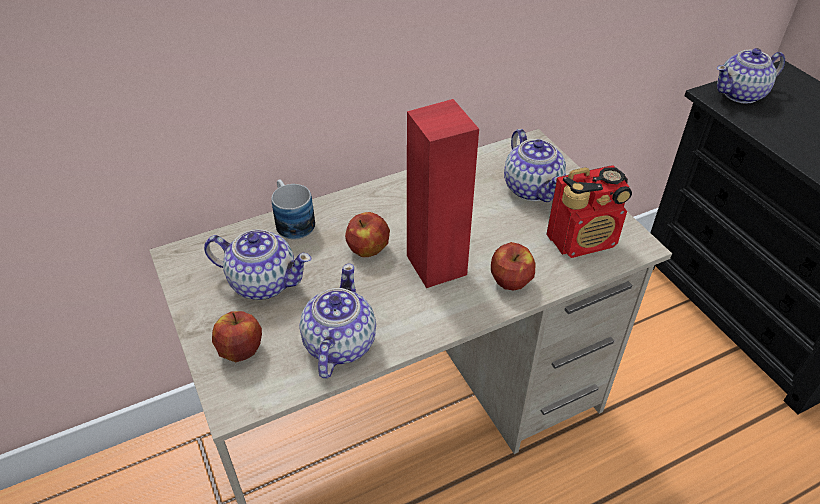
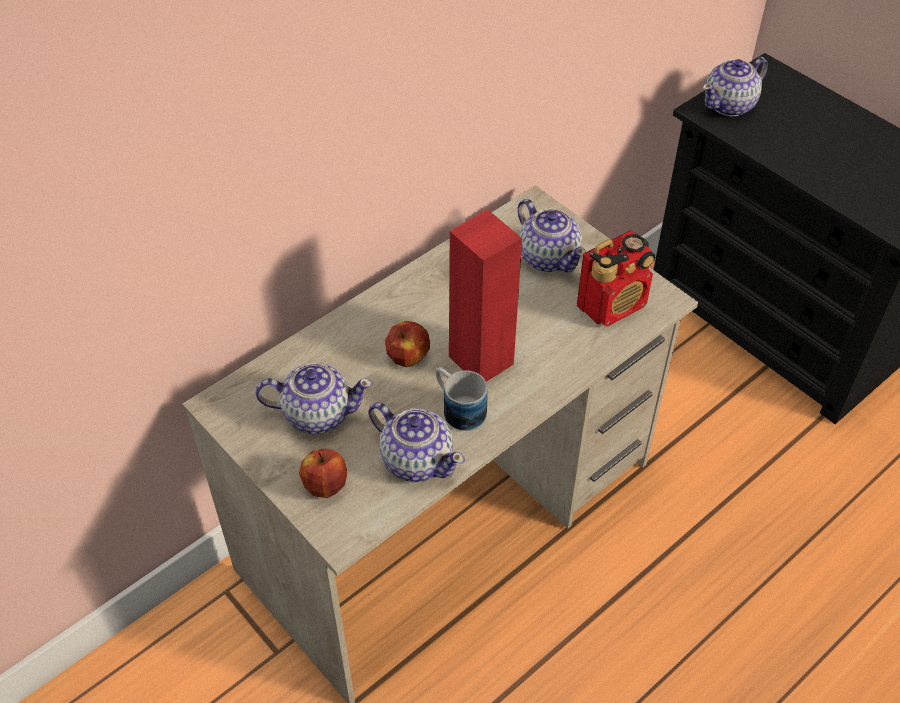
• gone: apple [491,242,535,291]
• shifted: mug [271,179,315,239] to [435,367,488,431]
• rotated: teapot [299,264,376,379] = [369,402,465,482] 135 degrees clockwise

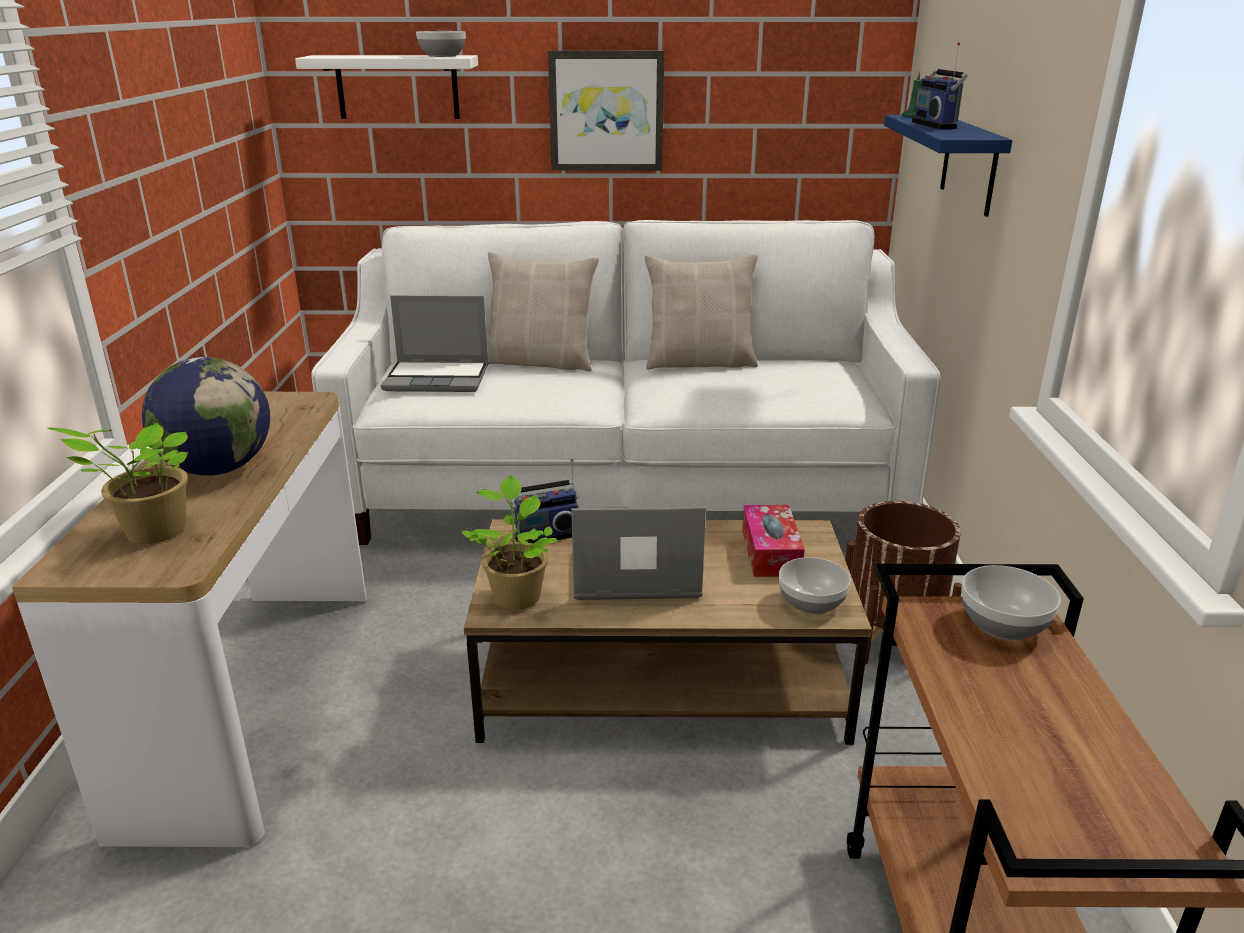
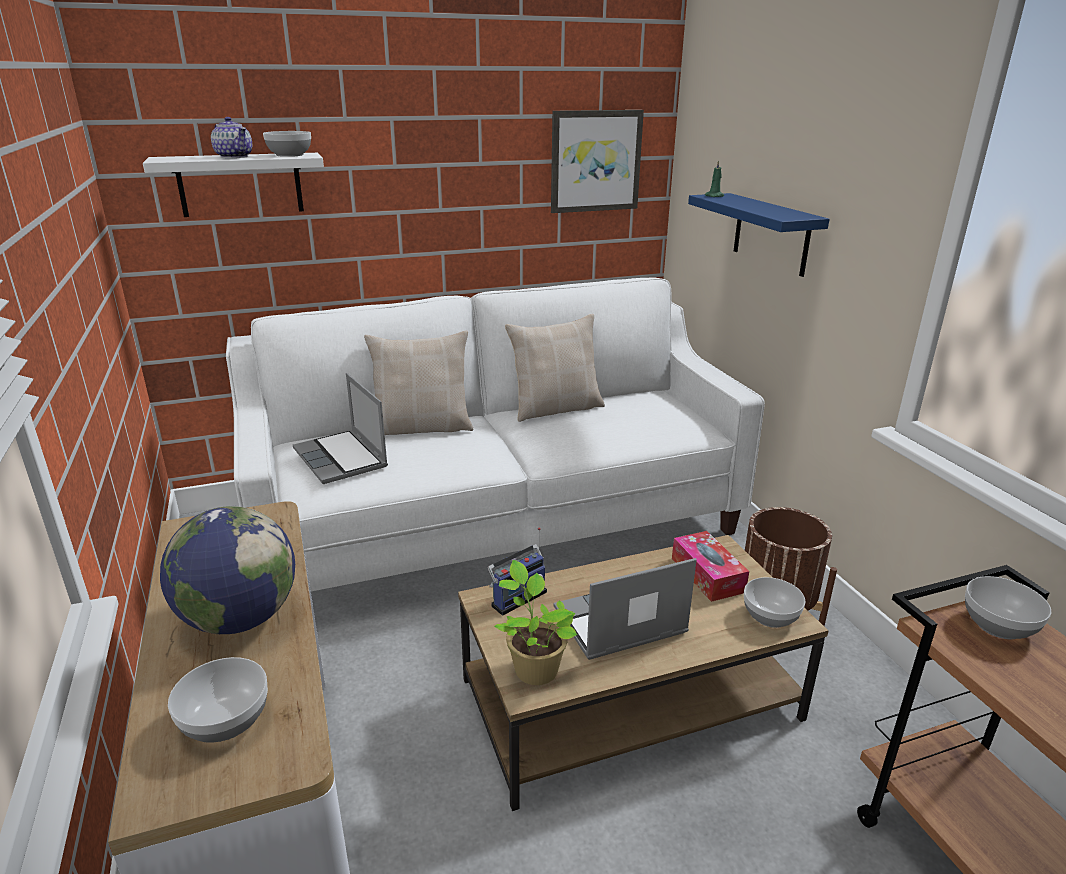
• gone: radio [912,42,968,129]
• new: teapot [211,117,252,158]
• shifted: picture [548,51,664,171] to [551,110,644,213]
• swapped: potted plant [48,423,188,544] to bowl [168,657,268,743]
• rotated: laptop [381,295,488,392] = [293,373,388,484] 75 degrees clockwise

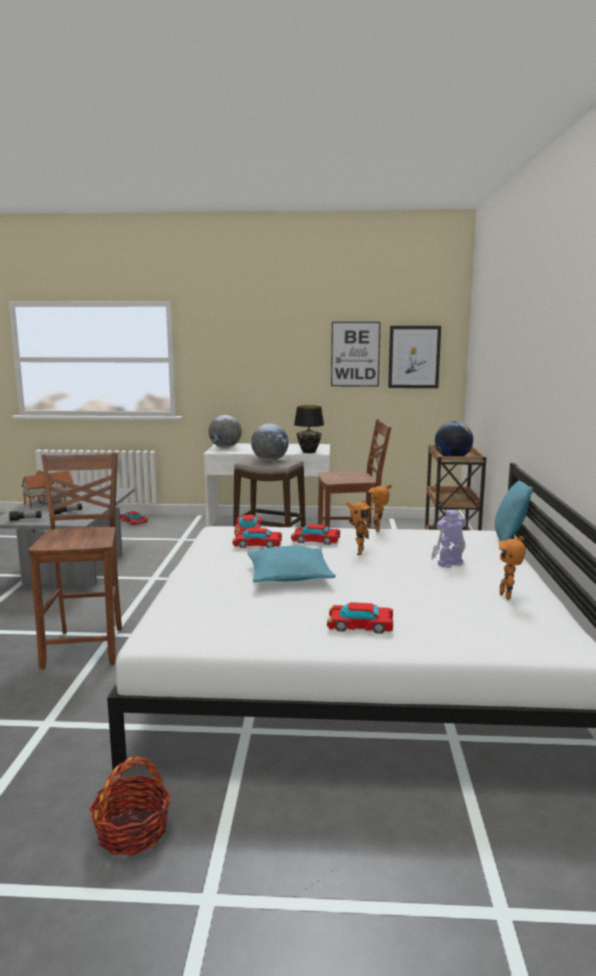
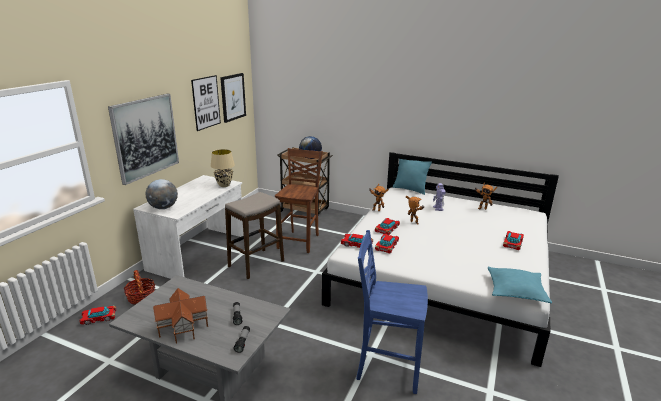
• gone: globe [251,424,289,461]
• new: picture [108,94,179,185]
• shifted: basket [89,756,171,855] to [124,270,155,304]
• shifted: turquoise pillow [247,546,336,582] to [488,267,552,303]
• repainted: brown chair [28,453,122,669] to blue chair [356,230,428,394]
• repainted: black table lamp [294,405,324,453] to beige table lamp [211,149,235,187]

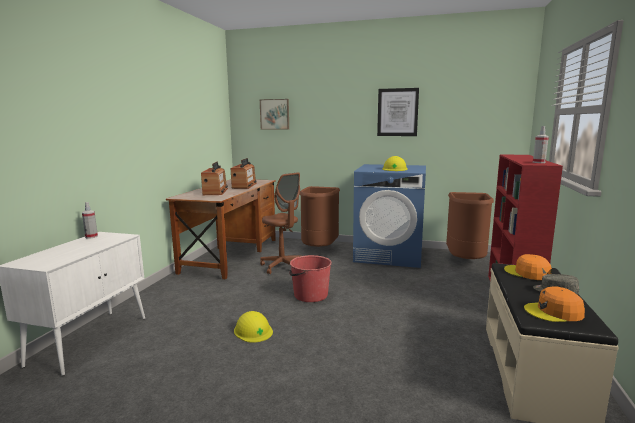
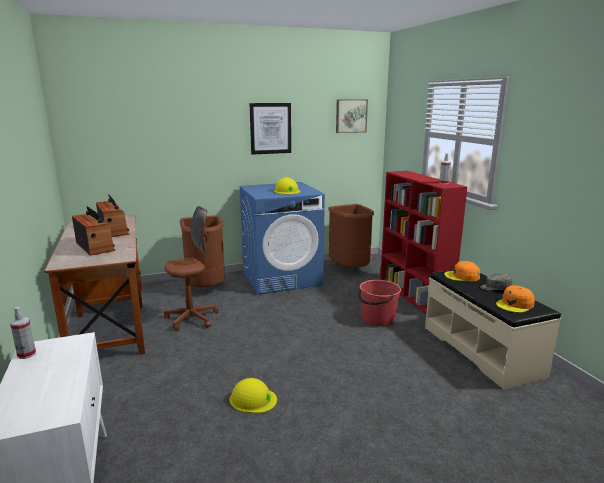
• shifted: picture [260,99,289,130] to [336,99,368,133]
• shifted: red bucket [289,255,332,302] to [358,280,401,326]
• rotated: brown office chair [260,172,302,274] = [164,206,219,331] 45 degrees counterclockwise

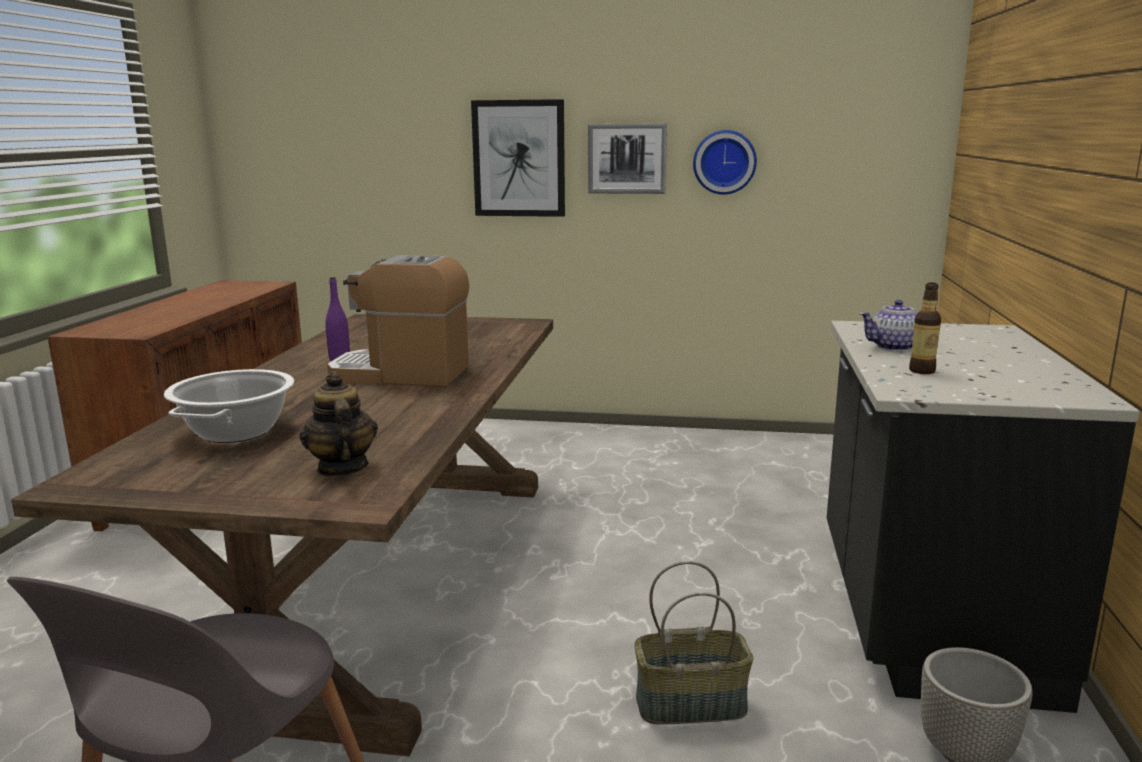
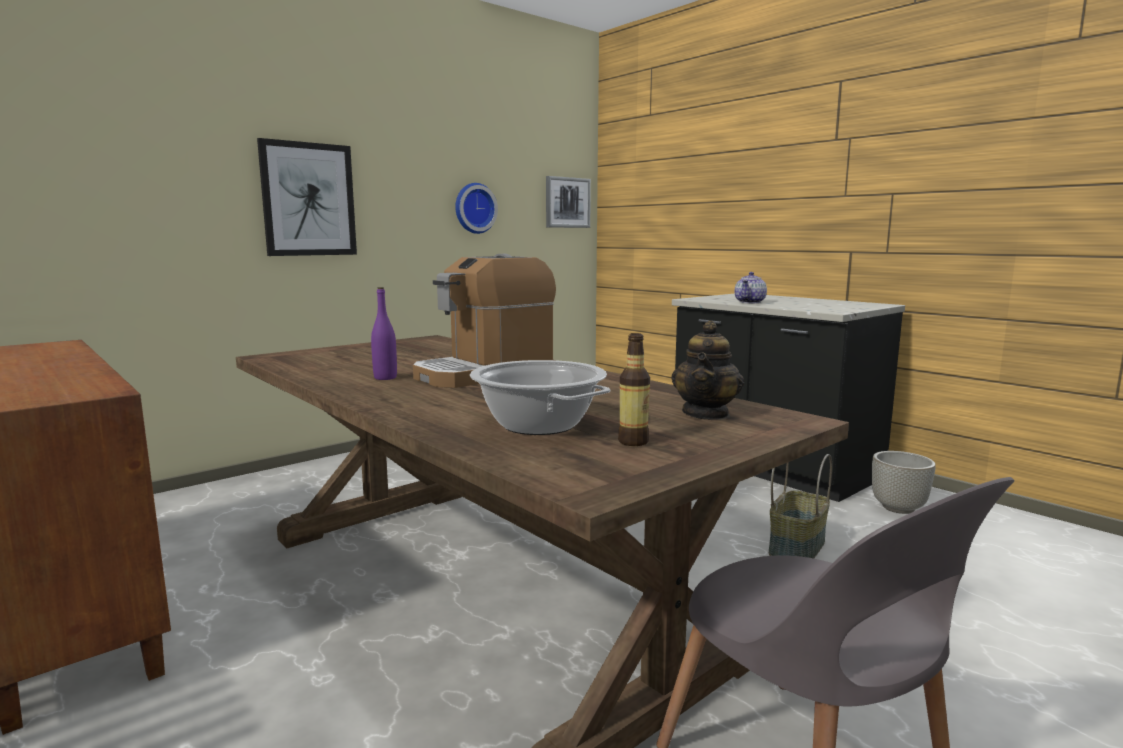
• shifted: picture [588,123,667,194] to [546,176,591,228]
• shifted: bottle [909,282,941,374] to [618,333,650,446]
• rotated: teapot [300,371,378,477] = [671,320,744,420] 90 degrees counterclockwise

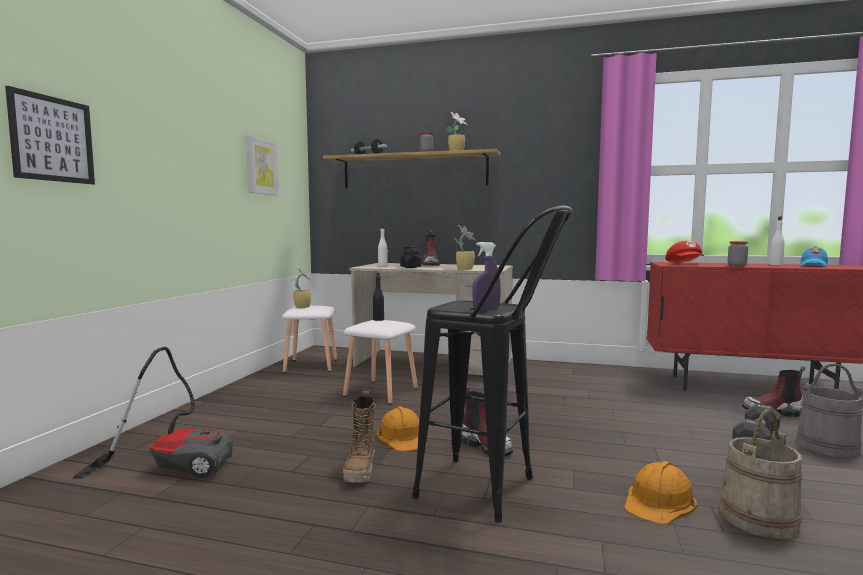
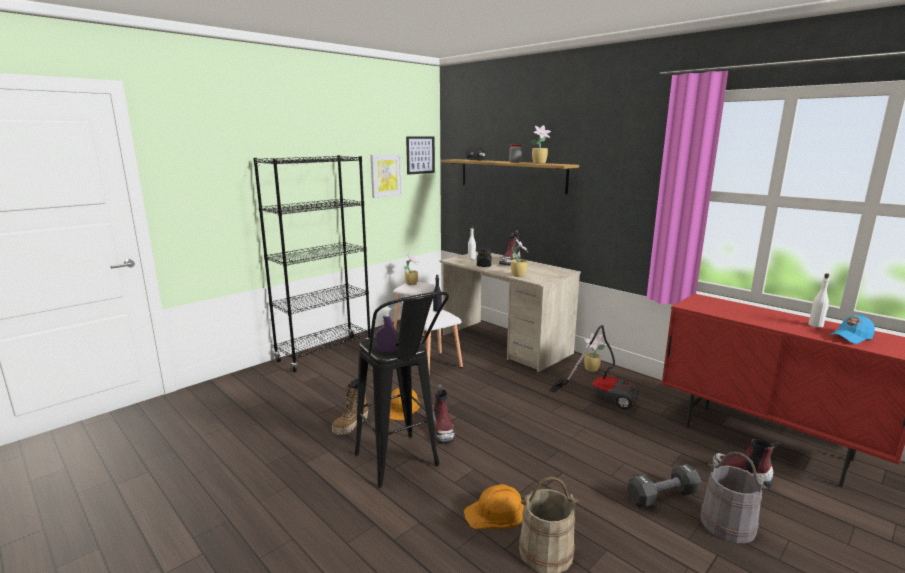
• gone: red cap [665,241,704,263]
• gone: jar [728,241,748,267]
• new: black bookcase [253,155,371,372]
• new: potted plant [584,333,605,372]
• shifted: picture [5,86,95,184] to [406,136,435,175]
• shifted: vacuum cleaner [73,347,233,479] to [550,325,639,410]

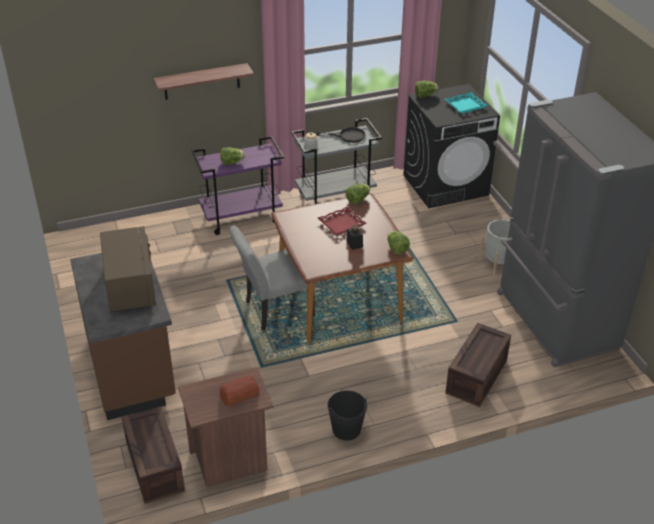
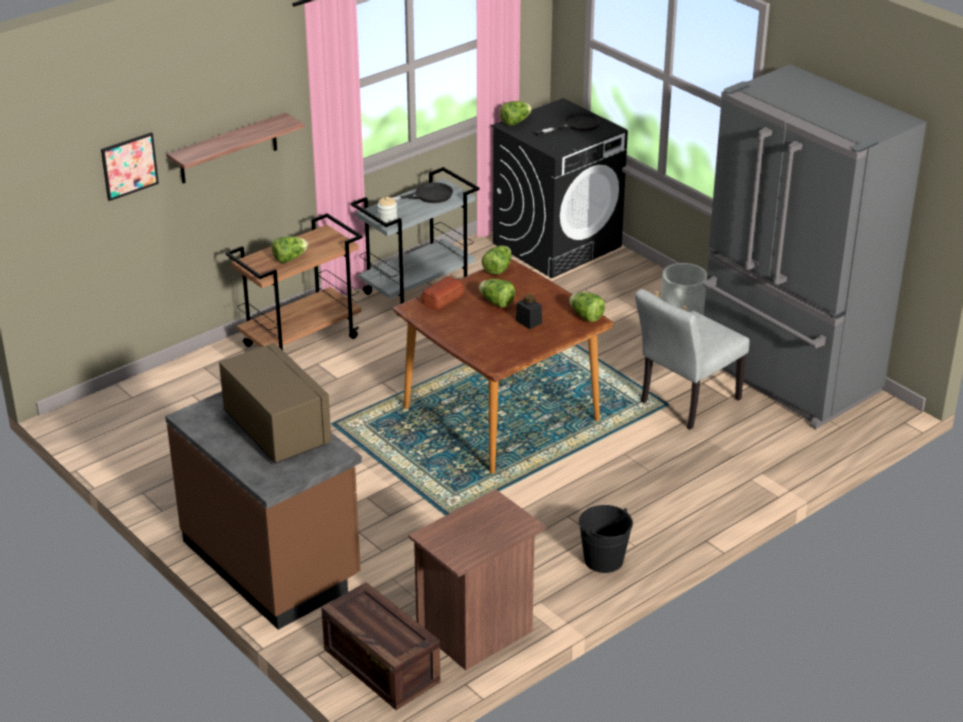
• gone: crate [445,323,511,407]
• new: picture [101,132,159,201]
• shifted: bread [220,375,259,406] to [421,276,464,310]
• shifted: grey chair [229,225,316,331] to [635,289,749,430]
• swapped: red tray [318,207,366,236] to lettuce [479,279,515,308]
• swapped: turquoise tray [445,92,488,114] to black frying pan [535,112,601,136]
• repainted: purple cart [191,136,284,235] to brown cart [225,213,362,350]

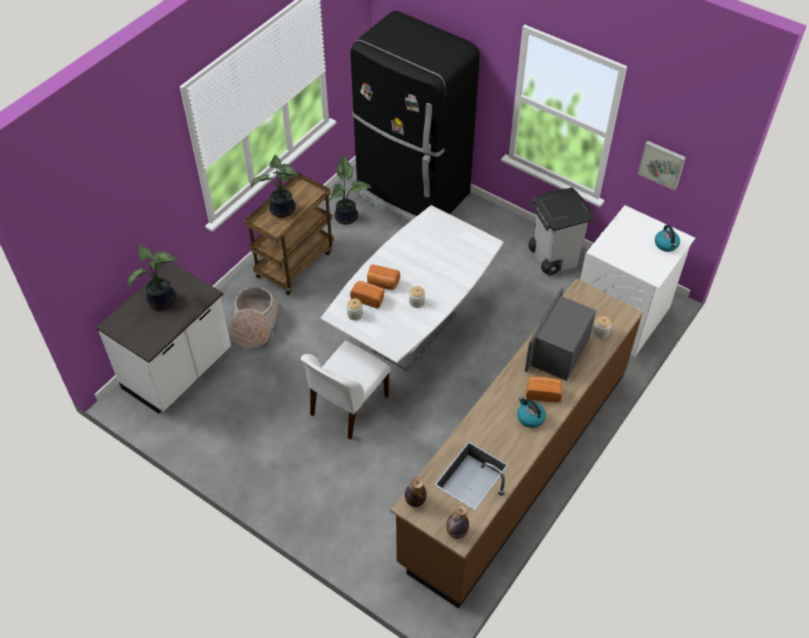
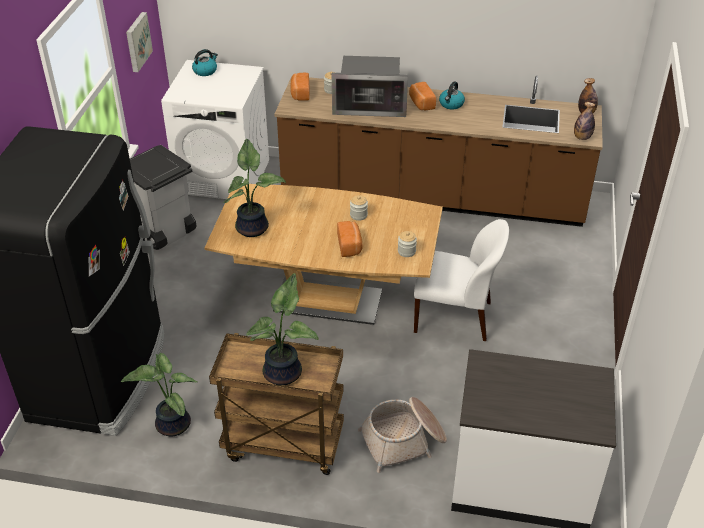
• shifted: potted plant [128,245,179,309] to [224,139,286,237]
• shifted: bread [350,281,384,309] to [290,73,310,101]
• repainted: white dining table [321,205,504,371] to brown dining table [204,184,443,325]

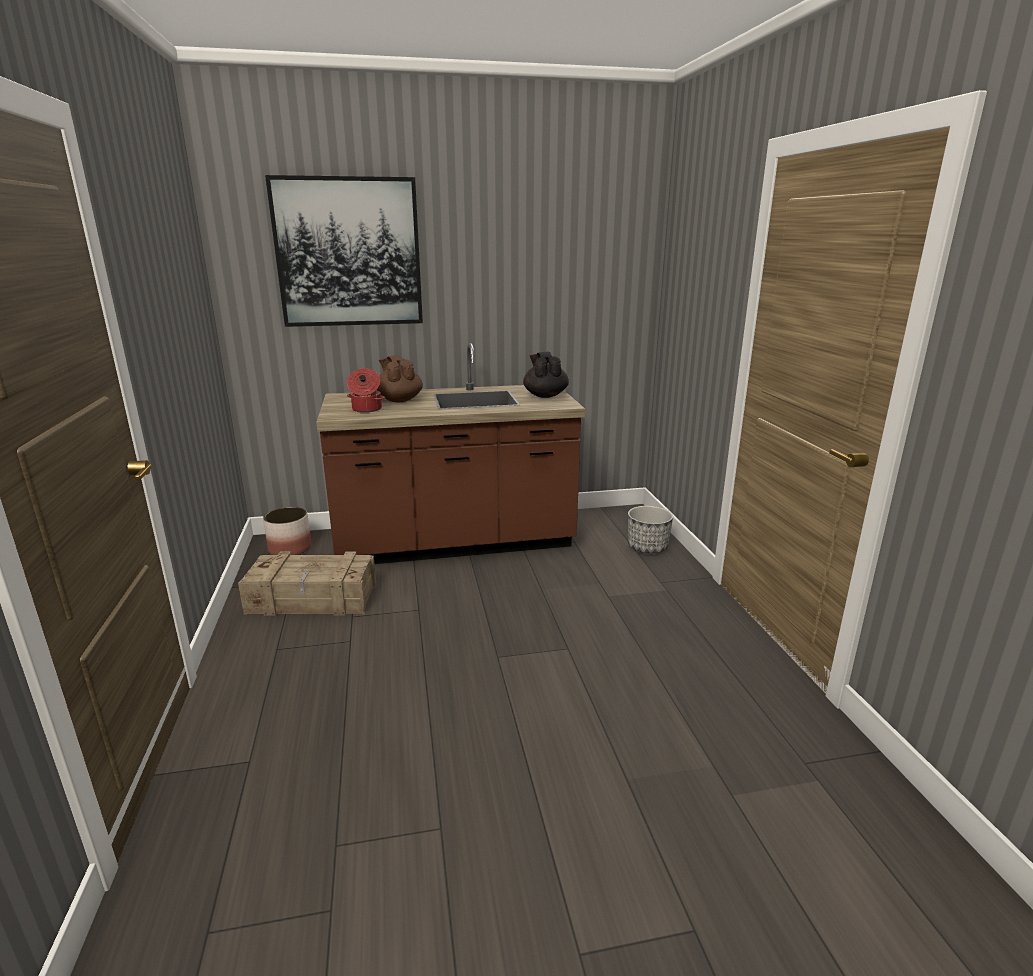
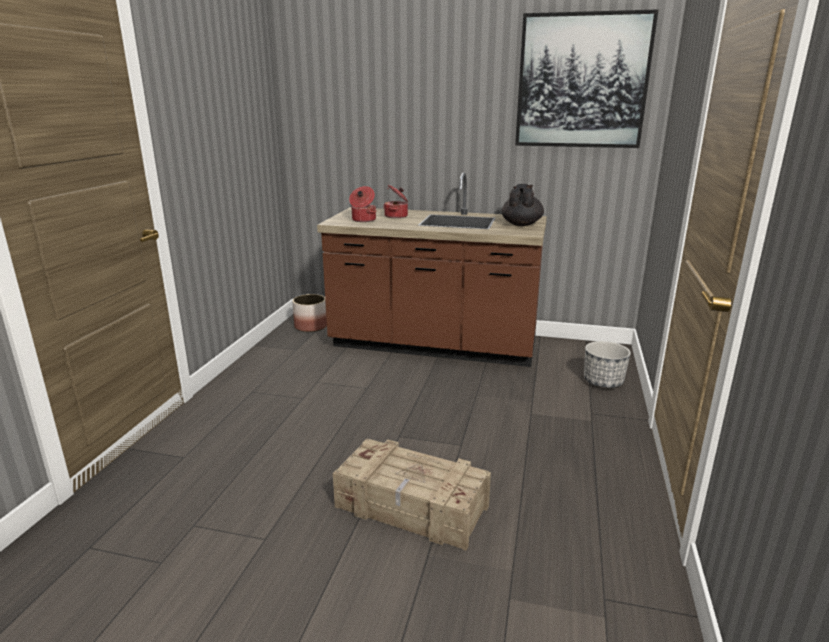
• shifted: crate [238,551,376,615] to [333,439,491,551]
• shifted: picture [265,175,423,327] to [515,9,659,148]
• swapped: brown teapot [376,355,423,403] to cooking pot [383,185,408,218]

